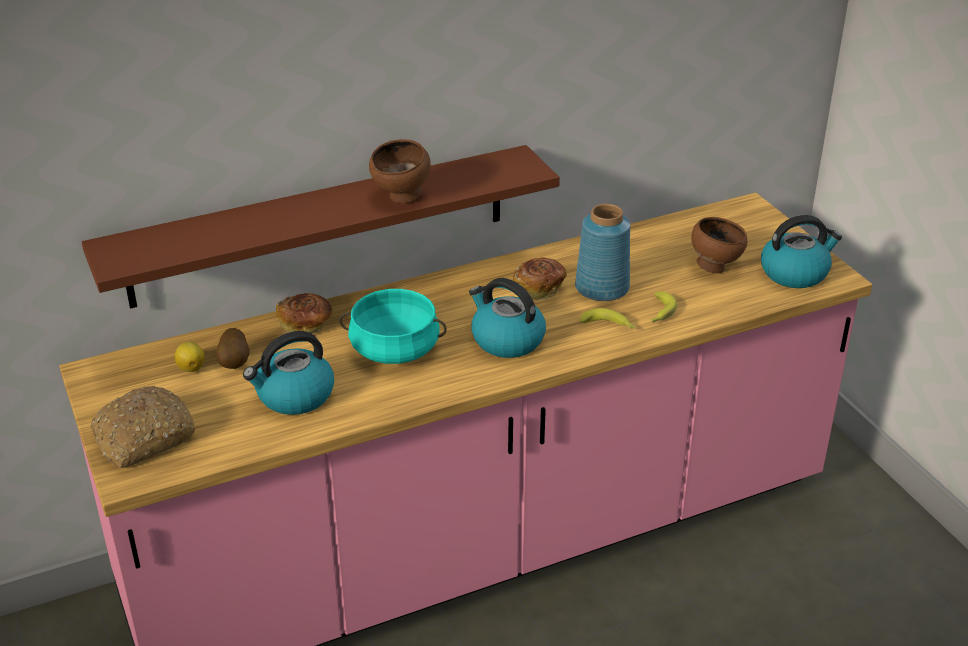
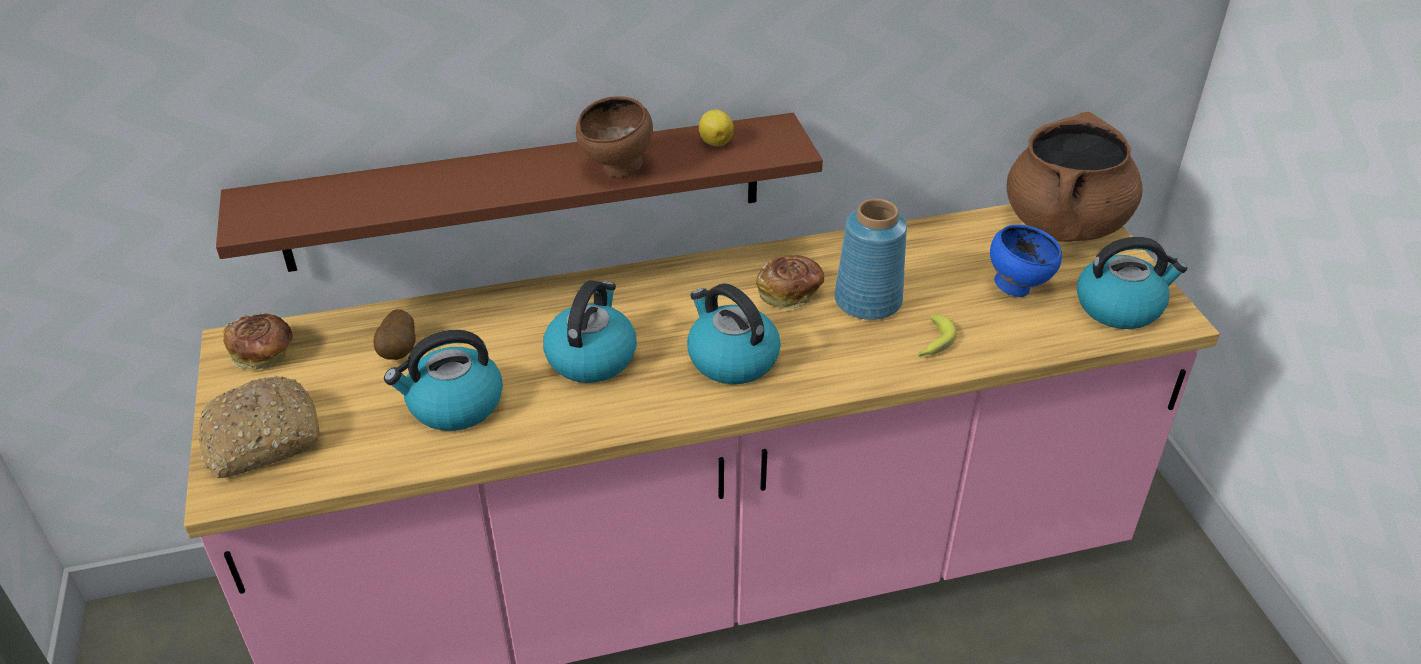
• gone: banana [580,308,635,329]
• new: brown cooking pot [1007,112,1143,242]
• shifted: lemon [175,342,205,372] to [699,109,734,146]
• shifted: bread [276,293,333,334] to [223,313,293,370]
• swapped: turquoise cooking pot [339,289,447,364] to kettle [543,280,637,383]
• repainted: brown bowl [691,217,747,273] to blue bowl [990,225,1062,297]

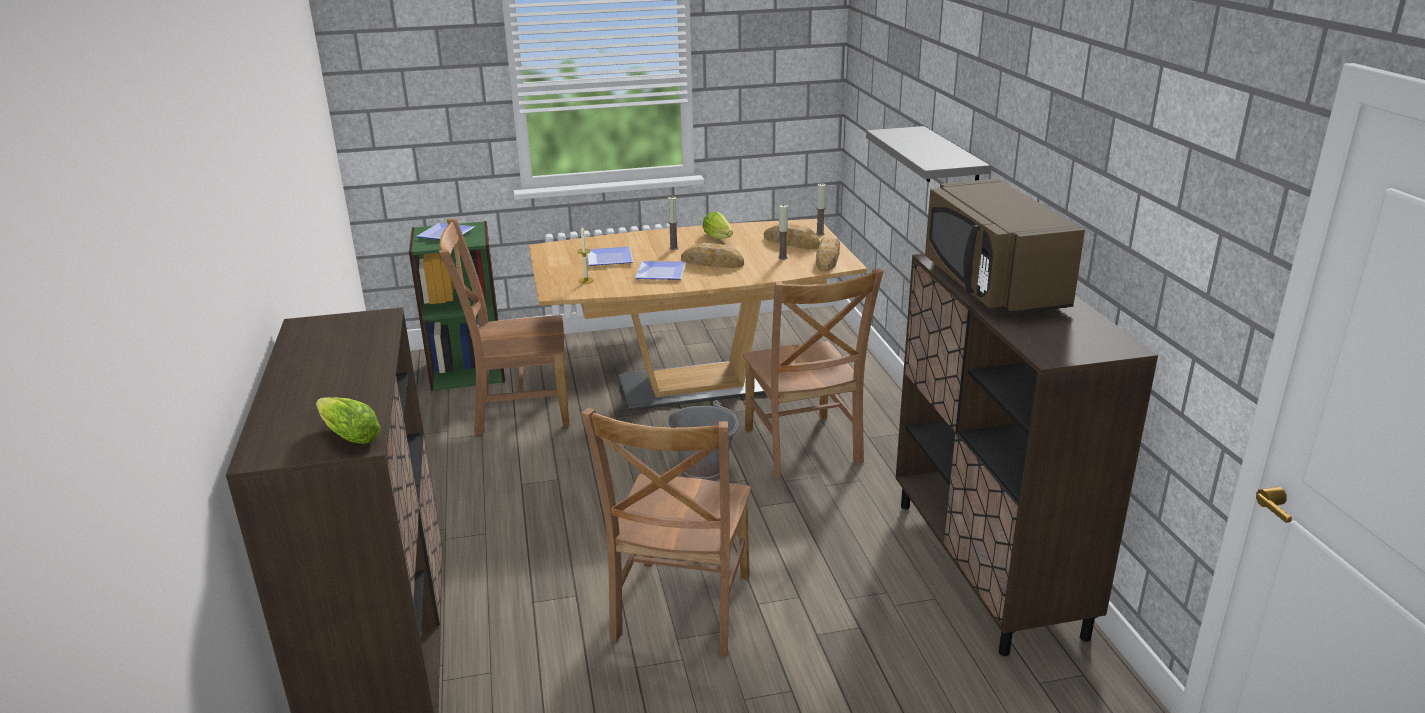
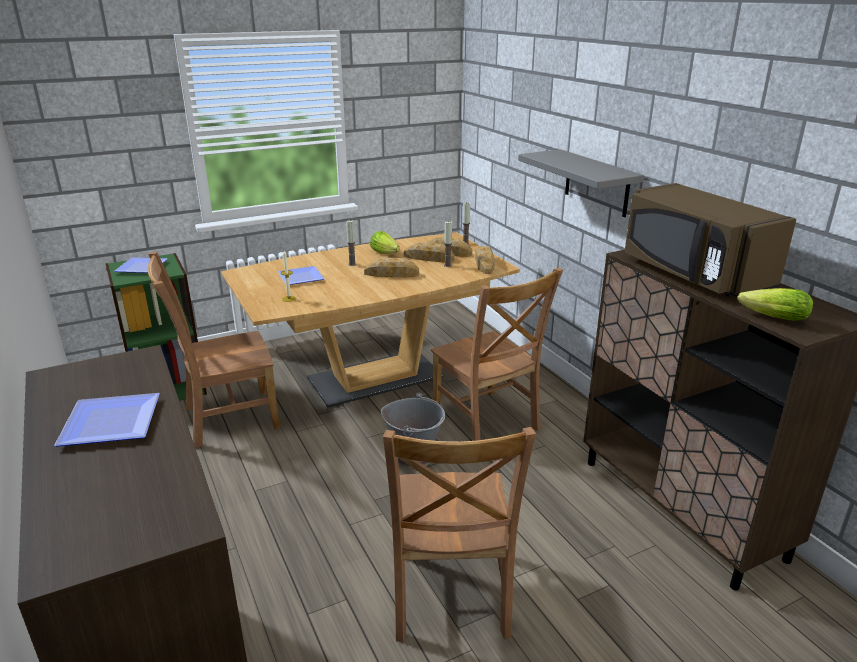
• new: bread [404,242,455,262]
• shifted: lettuce [316,397,381,444] to [738,288,813,321]
• shifted: plate [635,261,686,280] to [54,393,160,447]

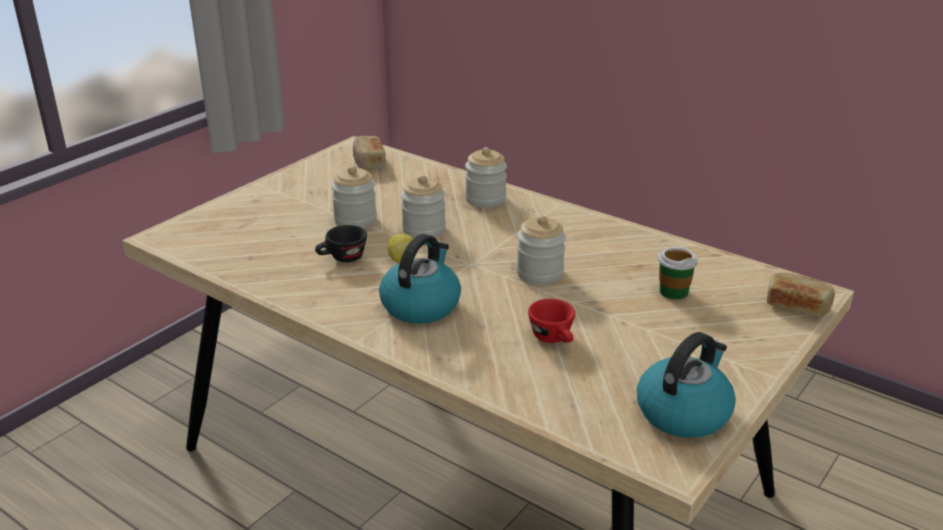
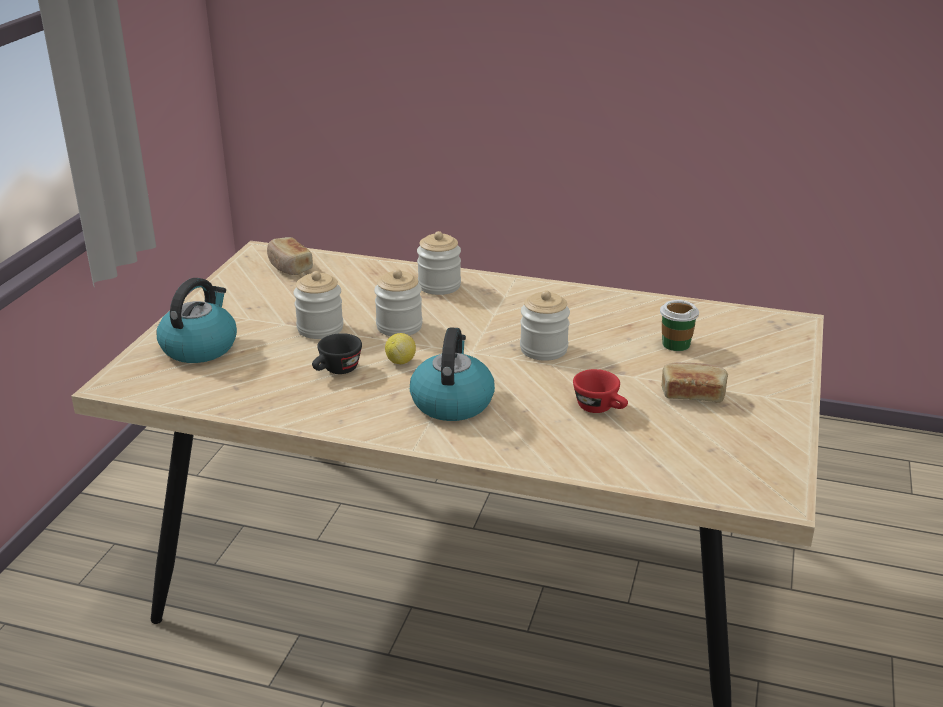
• shifted: kettle [637,332,736,438] to [157,278,237,363]
• shifted: bread [767,273,835,318] to [661,362,728,402]

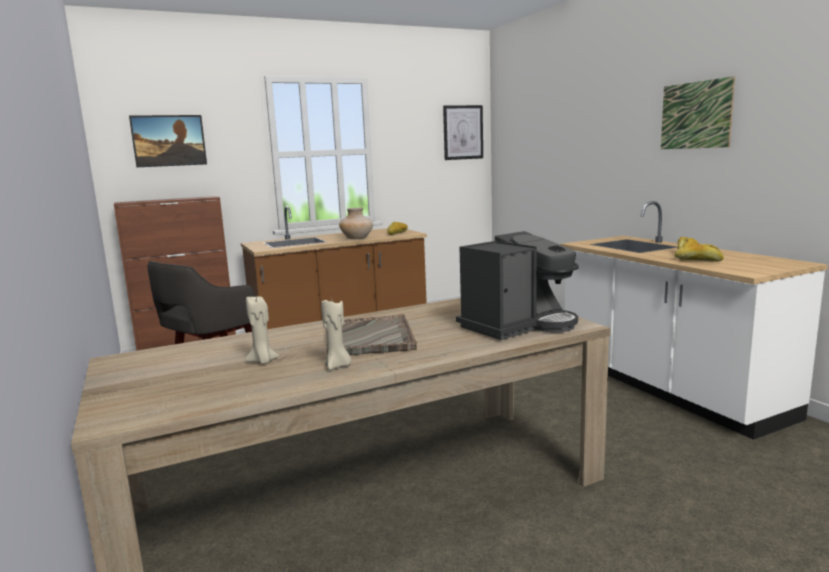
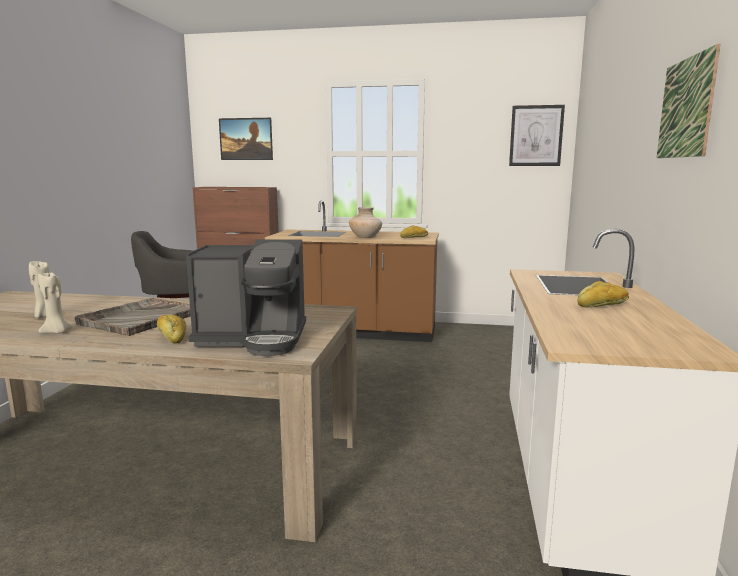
• shifted: bread [674,244,724,261] to [157,315,186,344]

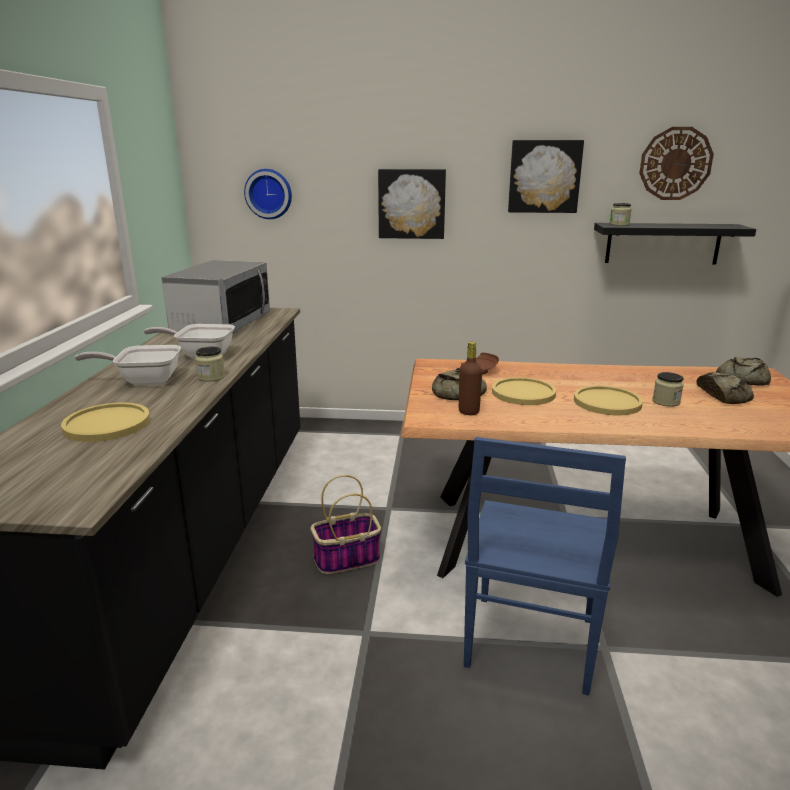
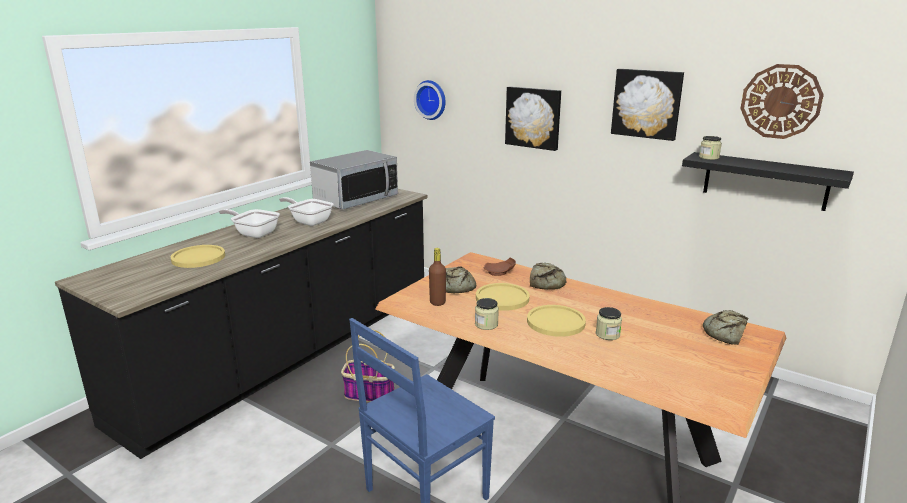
• shifted: jar [195,347,225,382] to [475,298,499,330]
• shifted: bread [697,372,754,404] to [530,263,566,290]

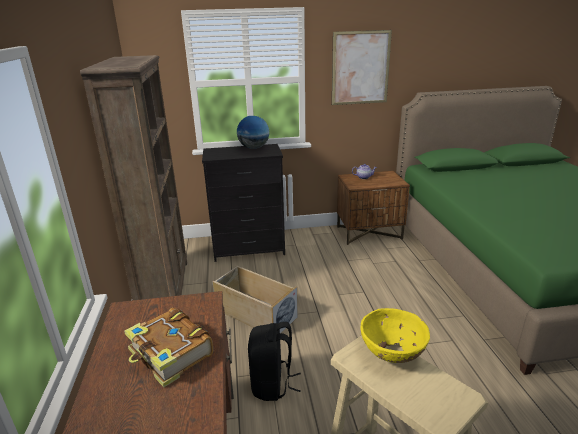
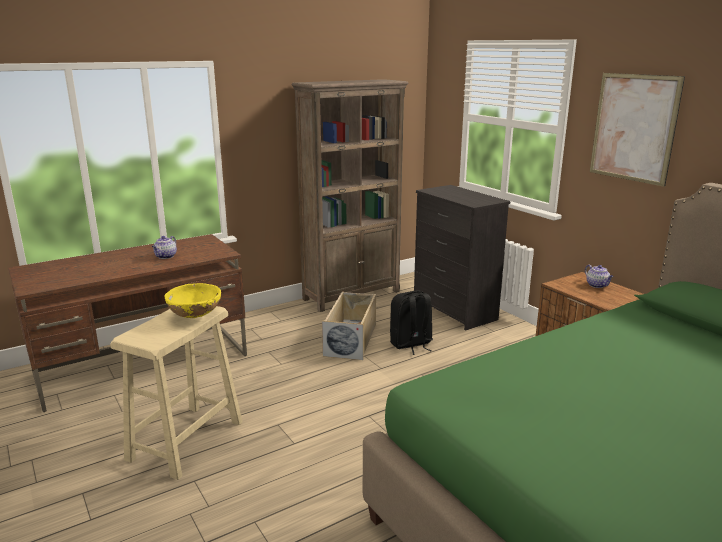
• gone: globe [237,116,269,149]
• shifted: black backpack [248,322,301,401] to [390,291,433,355]
• swapped: book [124,308,213,387] to teapot [152,236,177,259]

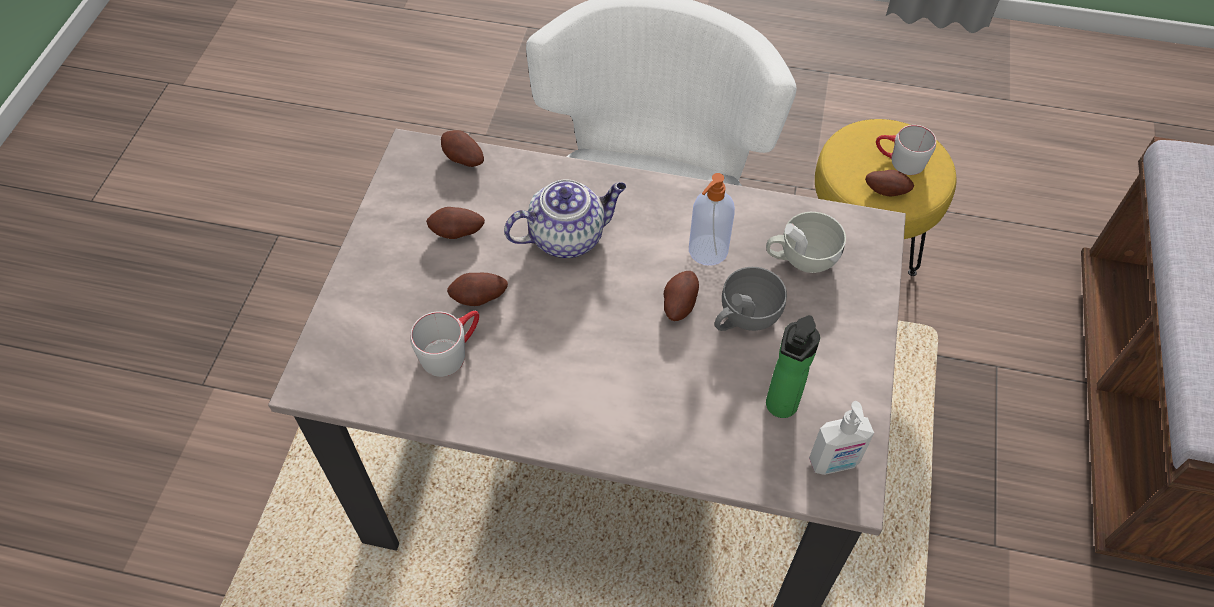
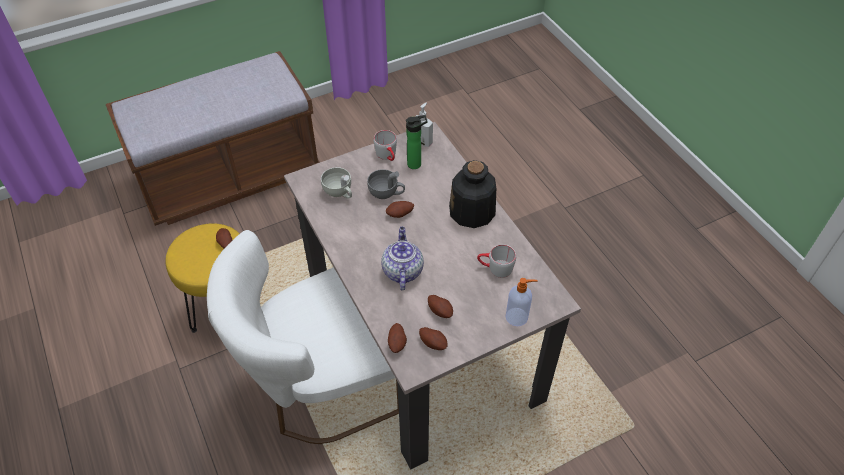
• new: bottle [449,160,496,228]
• shifted: potato [447,273,508,306] to [419,327,447,350]
• shifted: soap dispenser [689,173,735,266] to [506,278,537,326]
• shifted: grey mug [876,125,936,175] to [373,130,397,161]
• rotated: teapot [504,179,626,258] = [381,227,424,291] 60 degrees clockwise

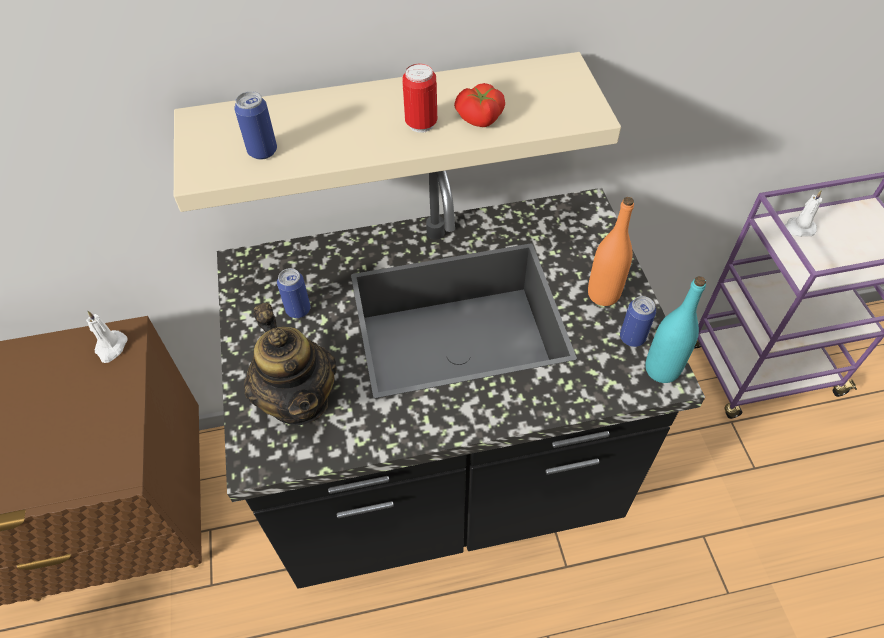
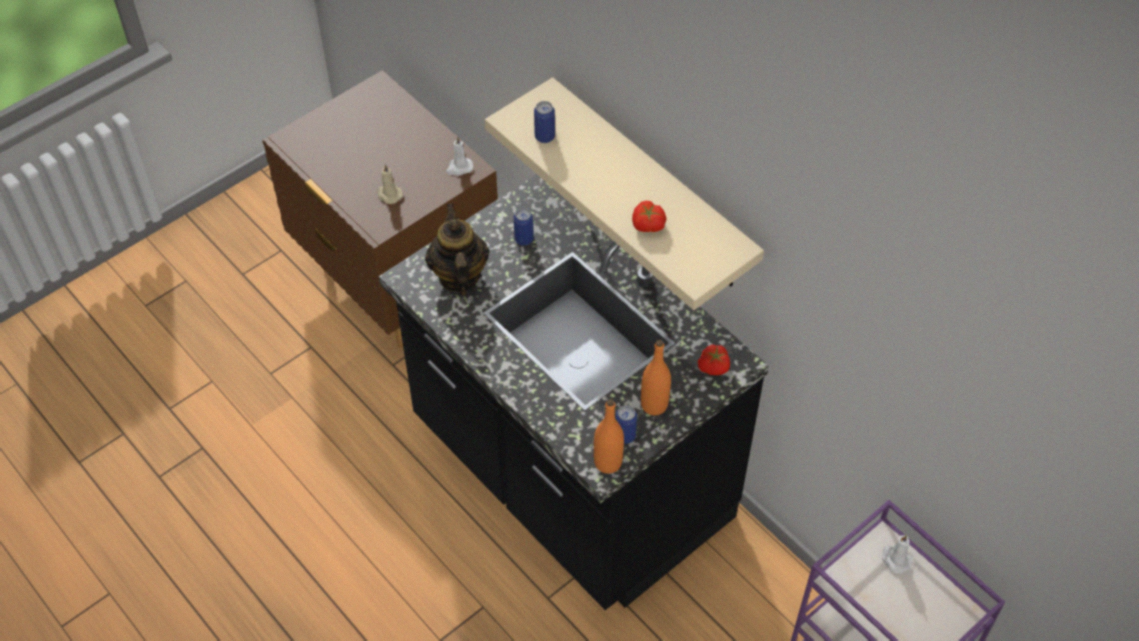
• gone: can [402,64,437,133]
• new: beige candle [377,164,403,204]
• new: tomato [698,345,730,375]
• repainted: turquoise bottle [645,276,706,383] to orange bottle [594,399,624,474]
• rotated: teapot [244,303,337,425] = [425,203,490,296] 135 degrees clockwise

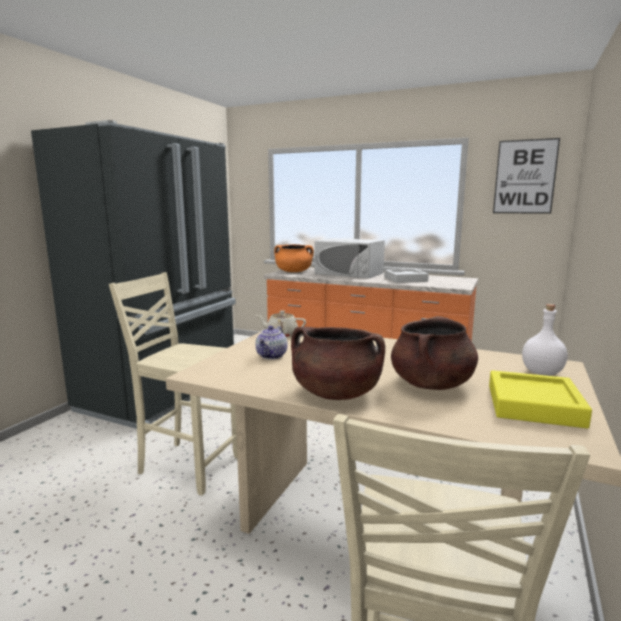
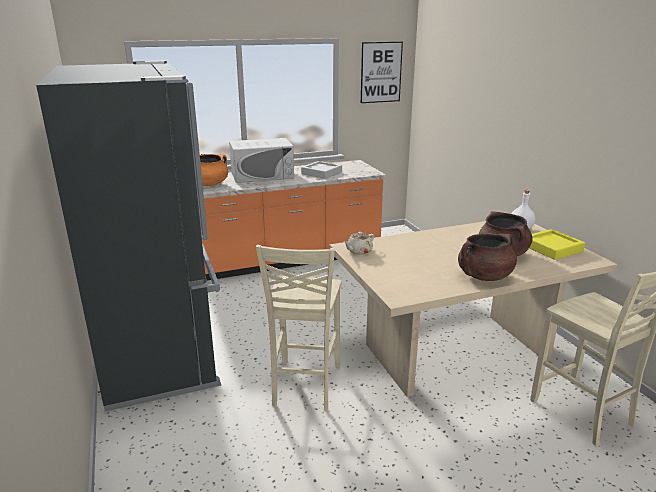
• gone: teapot [255,326,288,360]
• rotated: beige chair [109,272,237,496] = [256,245,342,411] 60 degrees counterclockwise

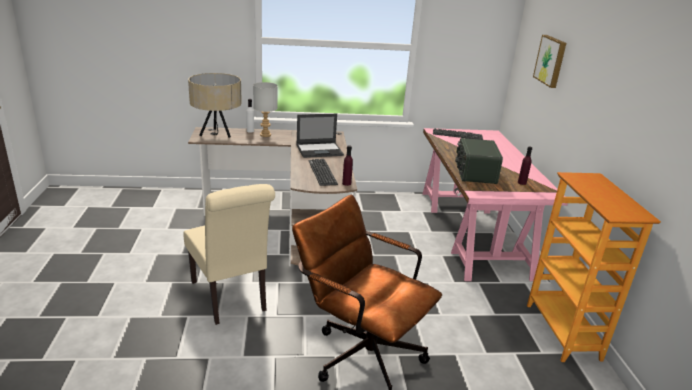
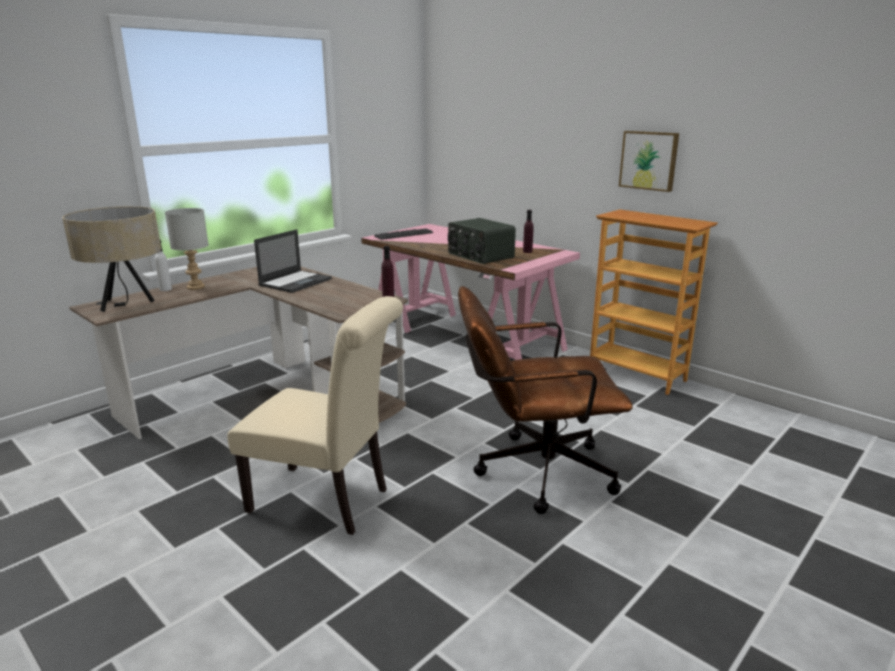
• gone: keyboard [309,159,338,186]
• shifted: picture [533,35,566,88] to [619,131,679,192]

